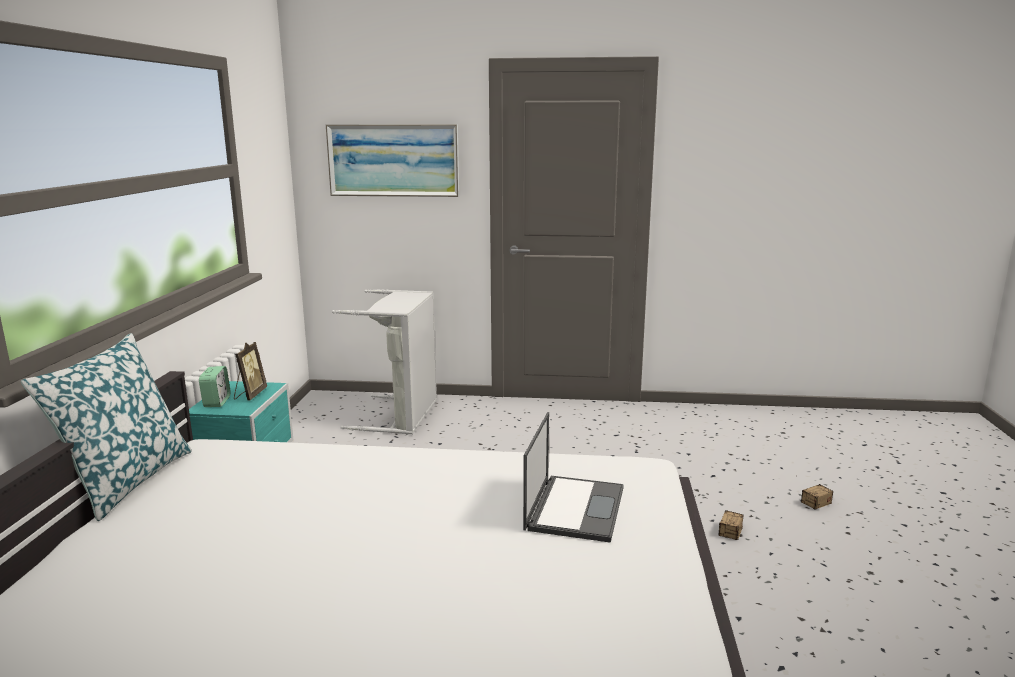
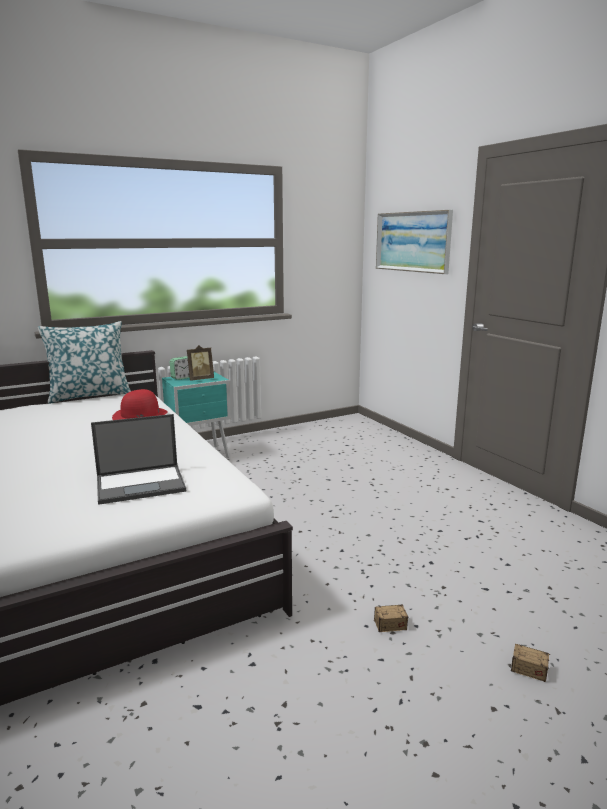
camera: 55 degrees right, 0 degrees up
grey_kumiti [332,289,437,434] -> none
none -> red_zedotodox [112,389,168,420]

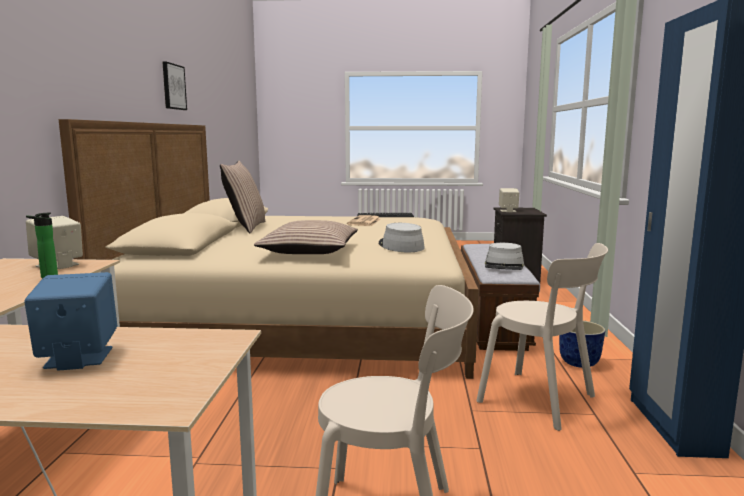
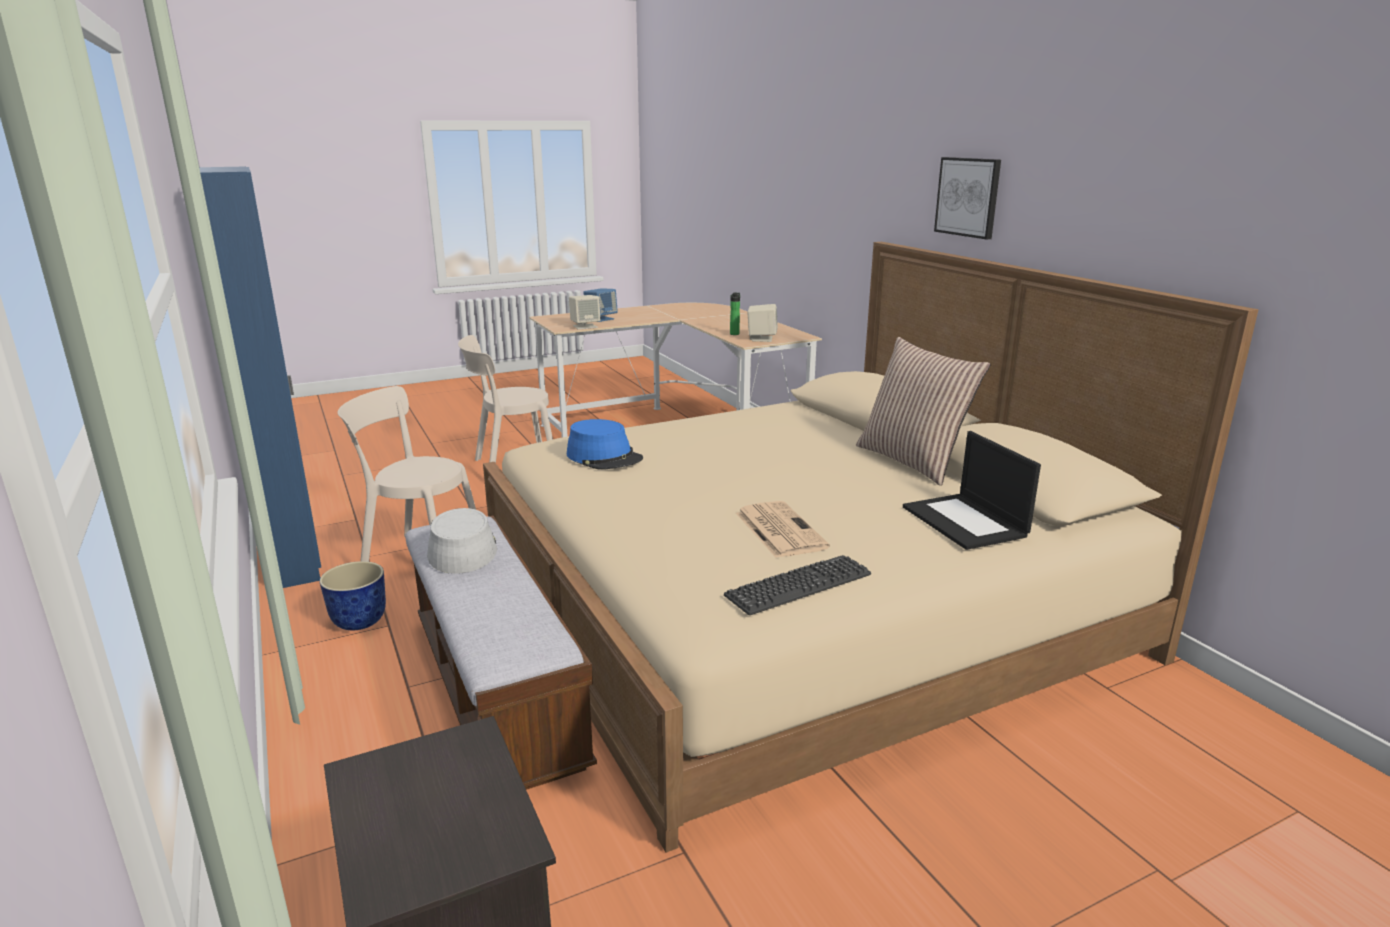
camera: 150 degrees right, 10 degrees up
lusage [254,220,358,254] -> none
none -> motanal [903,431,1041,550]
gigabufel [162,62,187,110] -> gigabufel [934,157,1001,240], shifted
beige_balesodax [499,188,519,212] -> beige_balesodax [569,295,601,330], shifted
grey_zedotodox [379,223,425,252] -> blue_zedotodox [567,419,643,470]

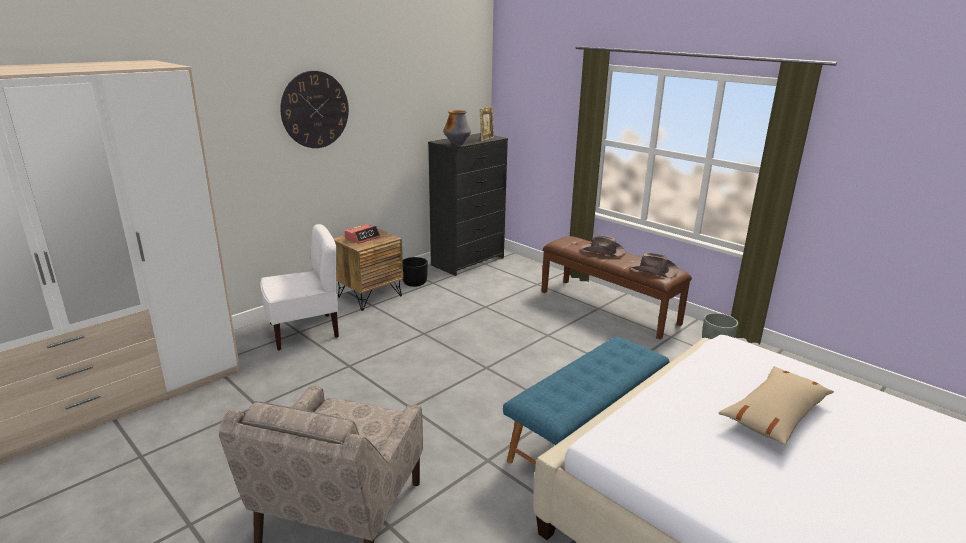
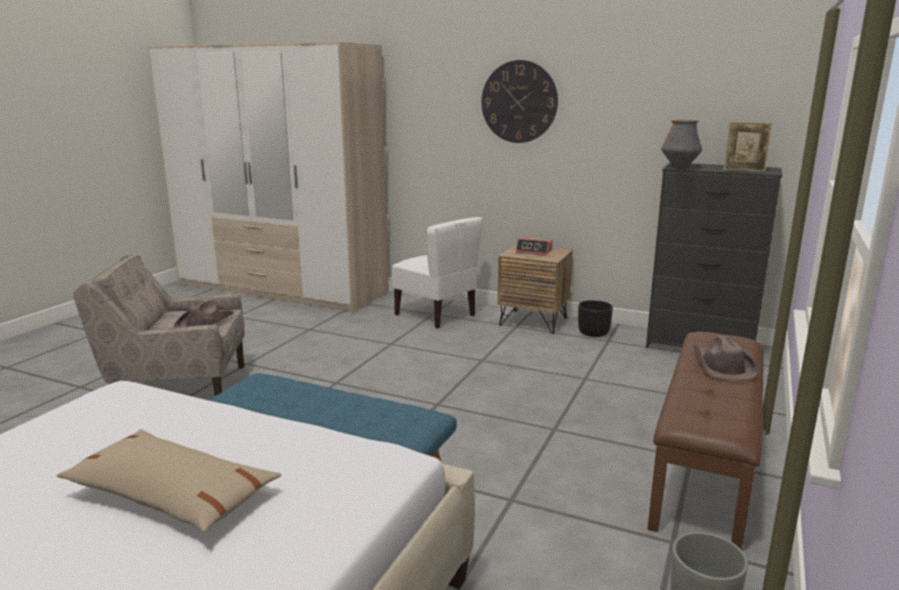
camera: 70 degrees right, 5 degrees down
brown_zedotodox [630,252,679,278] -> brown_zedotodox [173,299,234,328], shifted

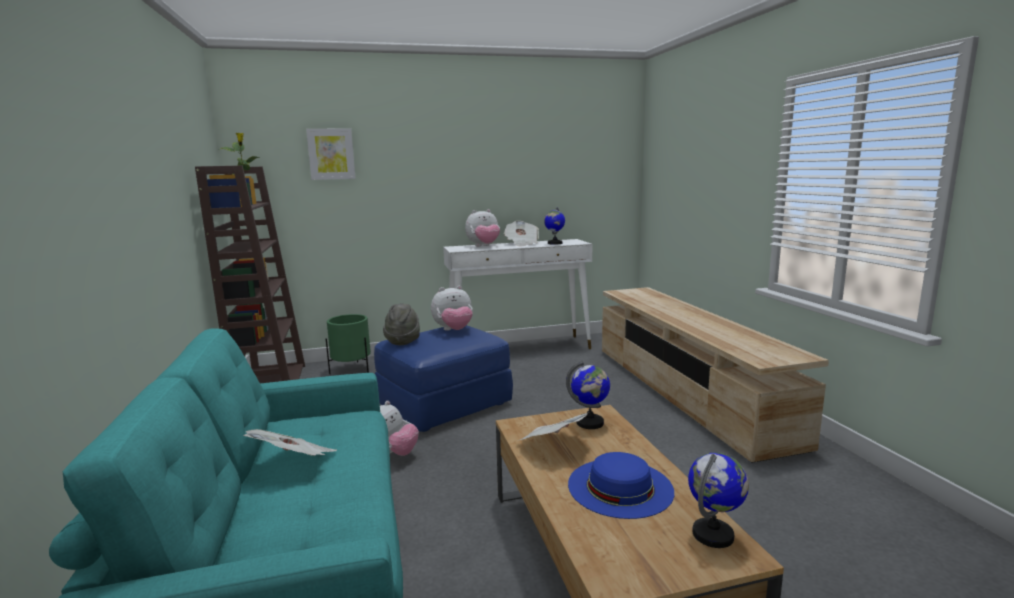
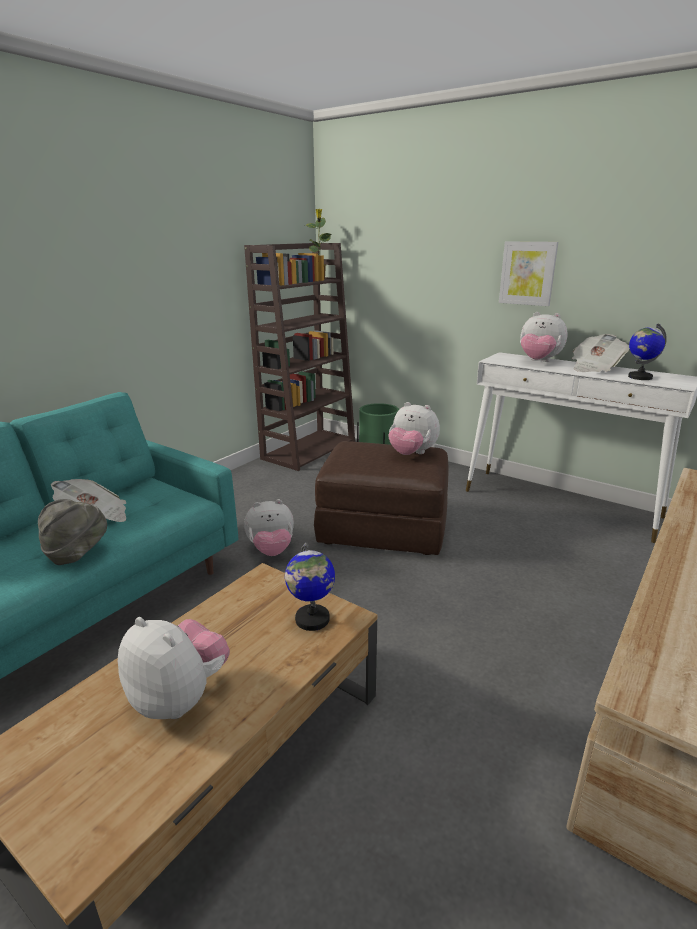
camera: 50 degrees right, 10 degrees up
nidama [517,411,592,441] -> none
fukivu [688,452,749,548] -> none
gigabufel [306,128,356,180] -> gigabufel [499,241,558,306], shifted
grey_zedotodox [383,303,420,345] -> grey_zedotodox [38,499,107,565], shifted
blue_zedotodox [568,452,674,519] -> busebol [118,617,230,719]
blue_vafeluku [374,325,513,432] -> brown_vafeluku [314,441,448,555]

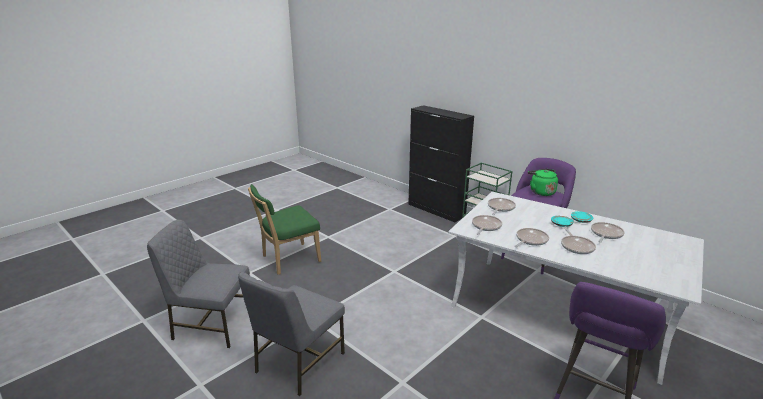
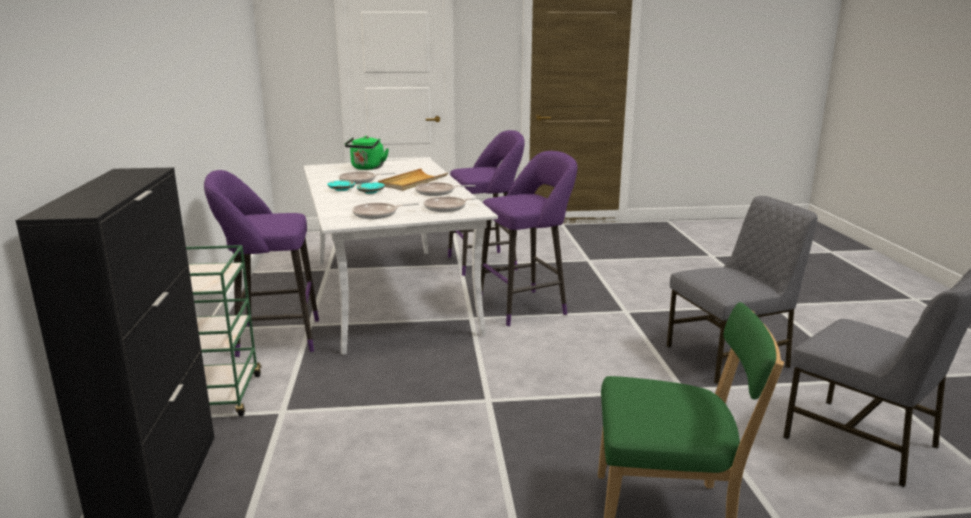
camera: 140 degrees left, 5 degrees down
none -> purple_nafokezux [481,151,577,326]
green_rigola [528,169,558,196] -> green_rigola [344,136,389,170], shifted
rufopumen [561,227,596,254] -> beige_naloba [378,168,448,191]

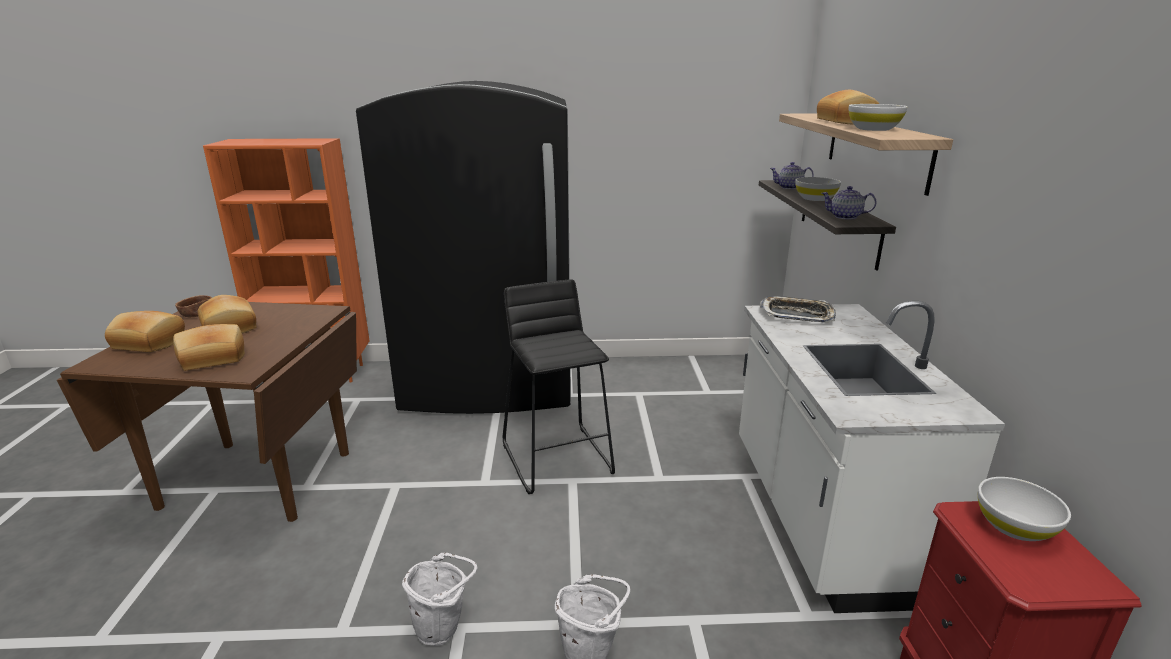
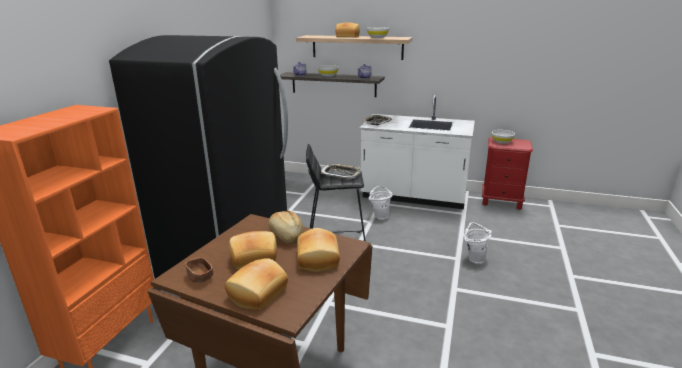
camera: 70 degrees left, 0 degrees up
none -> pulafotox [268,211,303,244]
none -> naloba [321,163,361,179]
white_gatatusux [402,553,477,646] -> white_gatatusux [369,186,393,220], shifted

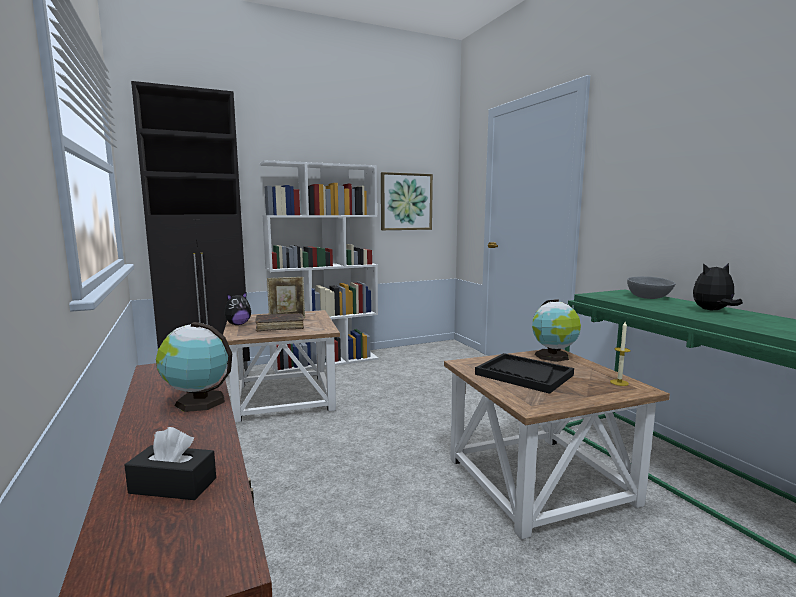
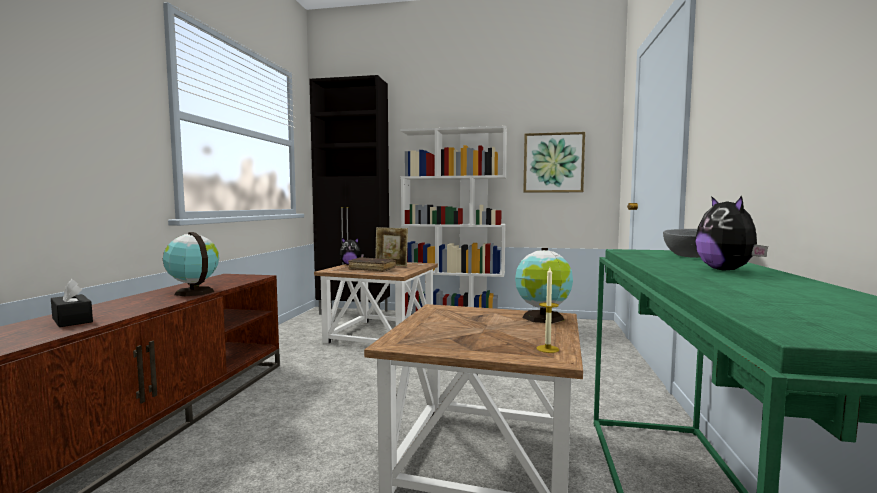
camera: 35 degrees right, 5 degrees down
black_naloba [475,353,574,394] -> none
busebol [693,263,743,310] -> busebol [695,195,768,271], 120 degrees counterclockwise

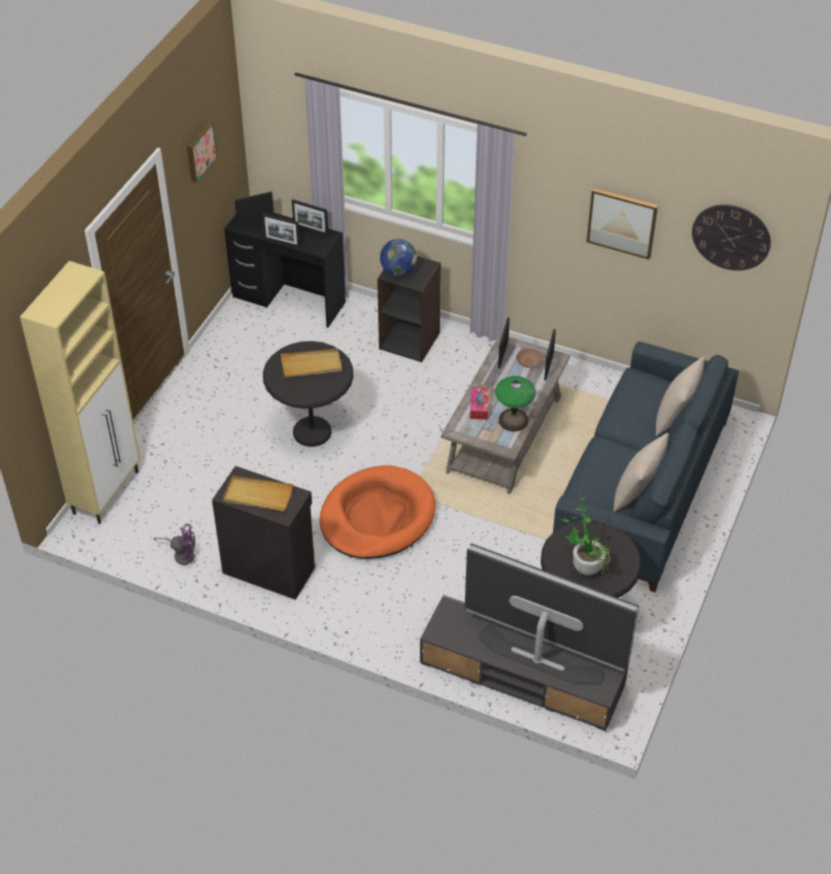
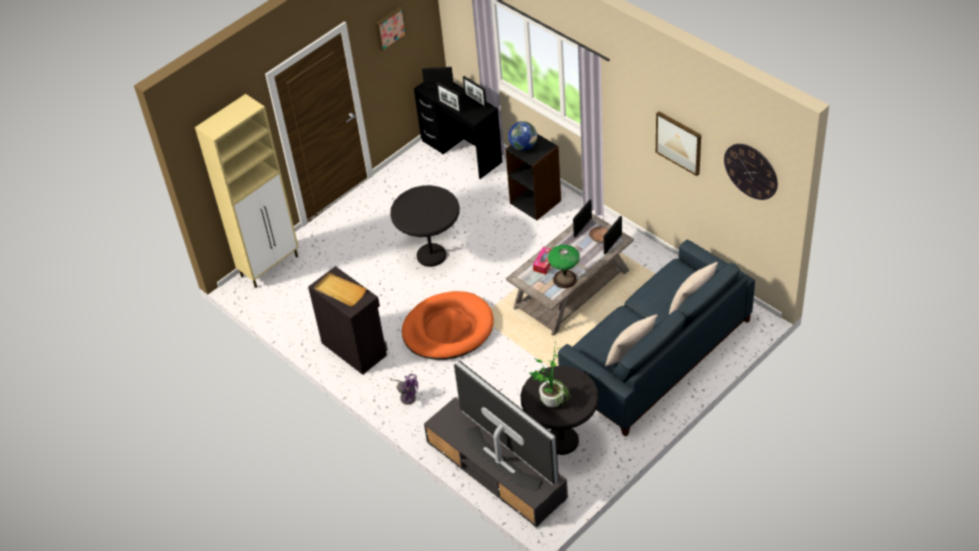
camera: 25 degrees right, 0 degrees up
beige_naloba [281,348,343,378] -> none
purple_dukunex [154,524,196,565] -> purple_dukunex [389,374,418,405], shifted

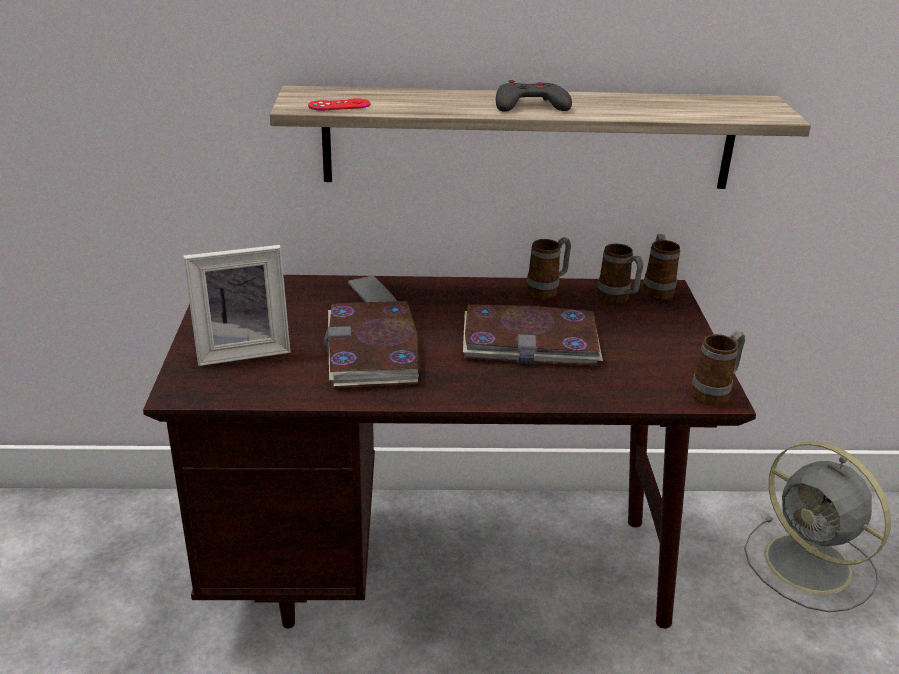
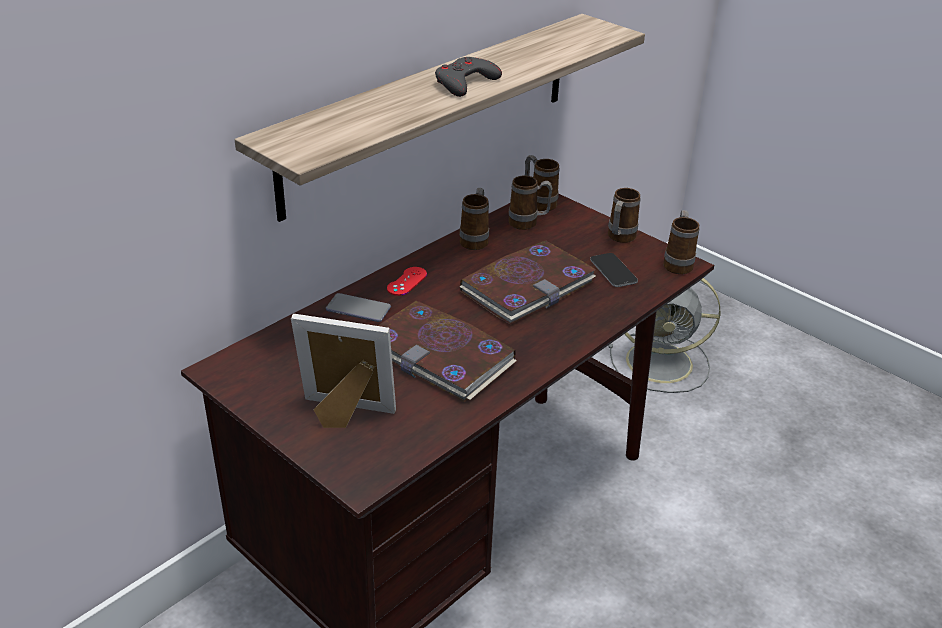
camera: 45 degrees left, 5 degrees up
none -> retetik [590,253,638,287]
none -> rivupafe [608,188,641,243]
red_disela [308,98,370,110] -> red_disela [387,267,427,296], shifted
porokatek [183,245,291,366] -> porokatek [291,314,396,428], 105 degrees counterclockwise

